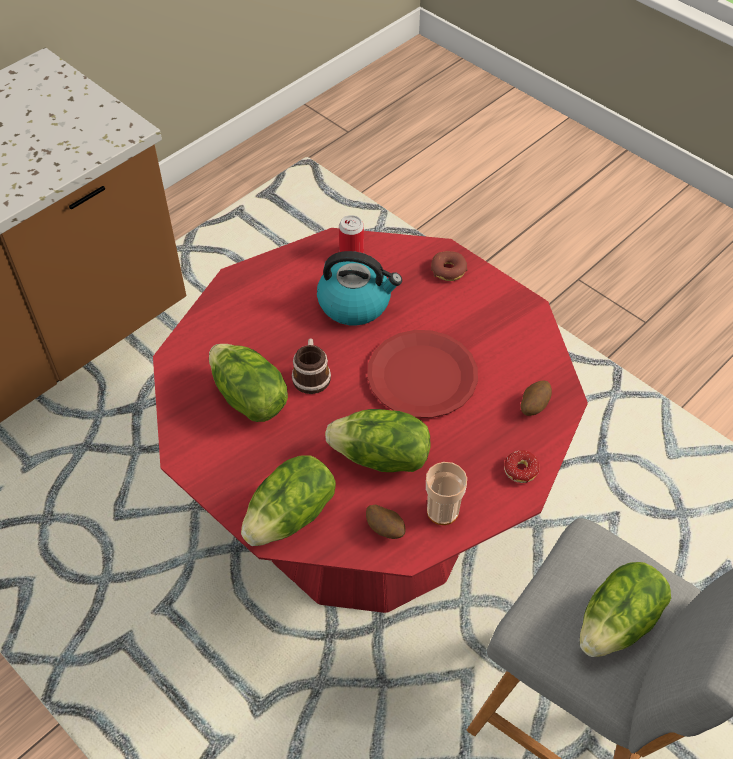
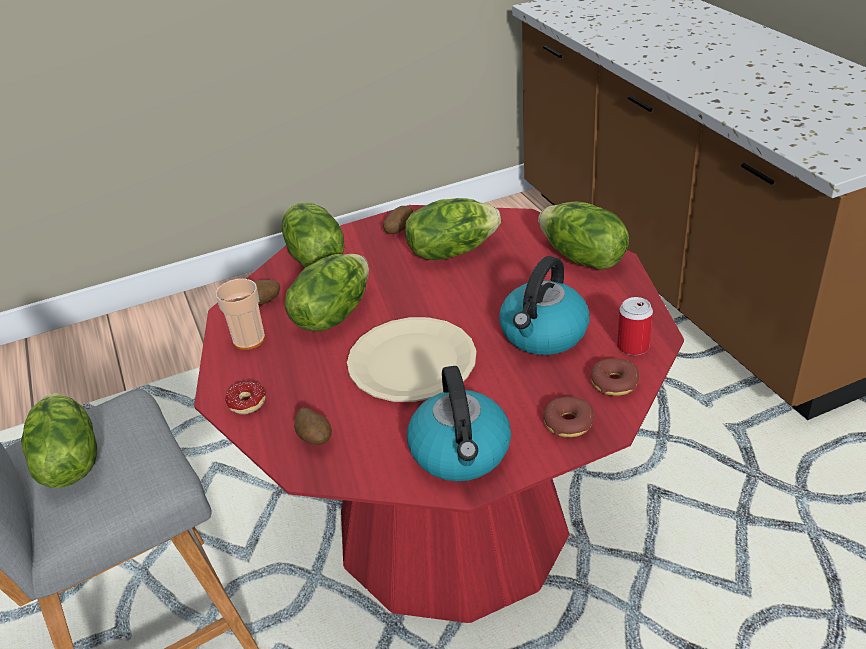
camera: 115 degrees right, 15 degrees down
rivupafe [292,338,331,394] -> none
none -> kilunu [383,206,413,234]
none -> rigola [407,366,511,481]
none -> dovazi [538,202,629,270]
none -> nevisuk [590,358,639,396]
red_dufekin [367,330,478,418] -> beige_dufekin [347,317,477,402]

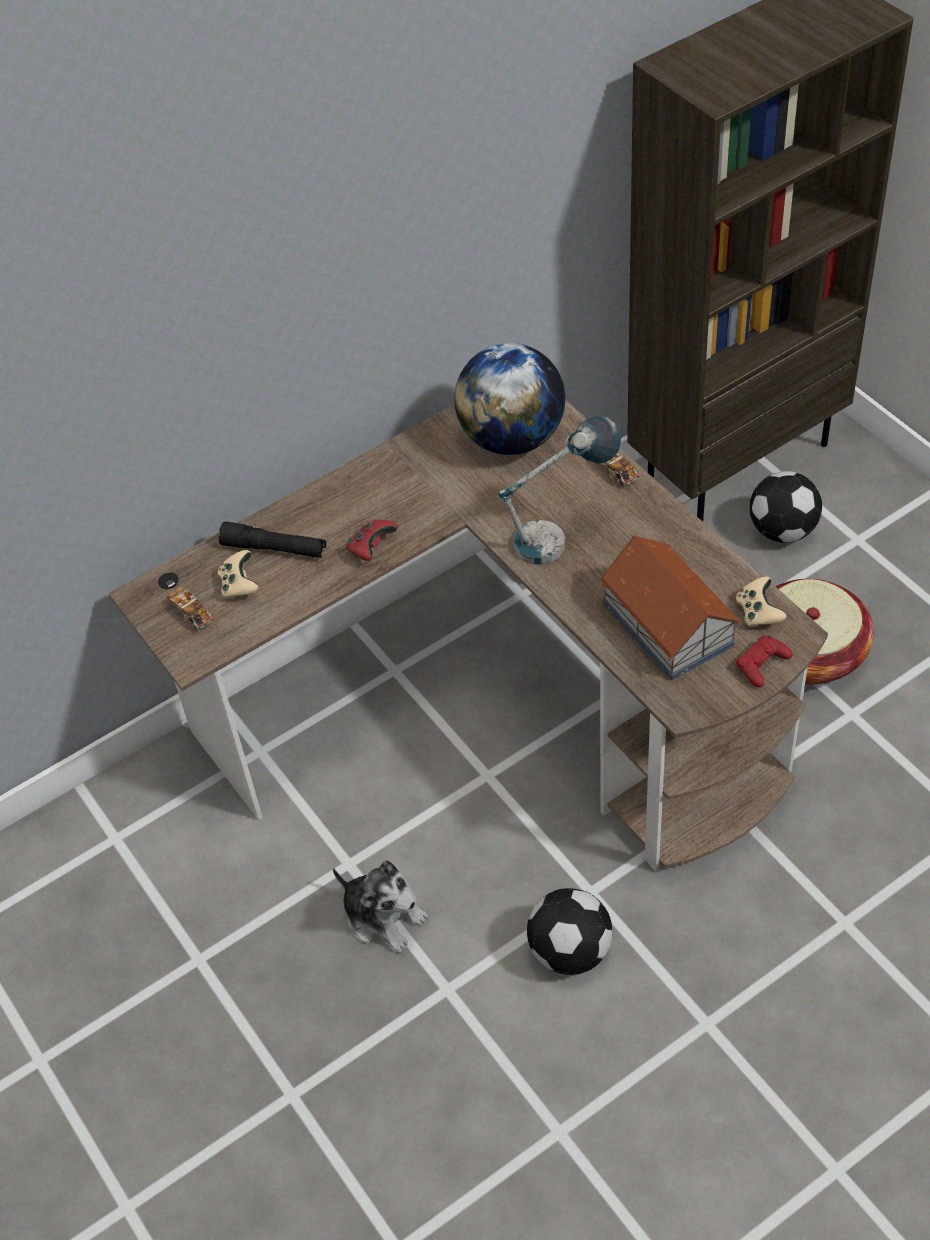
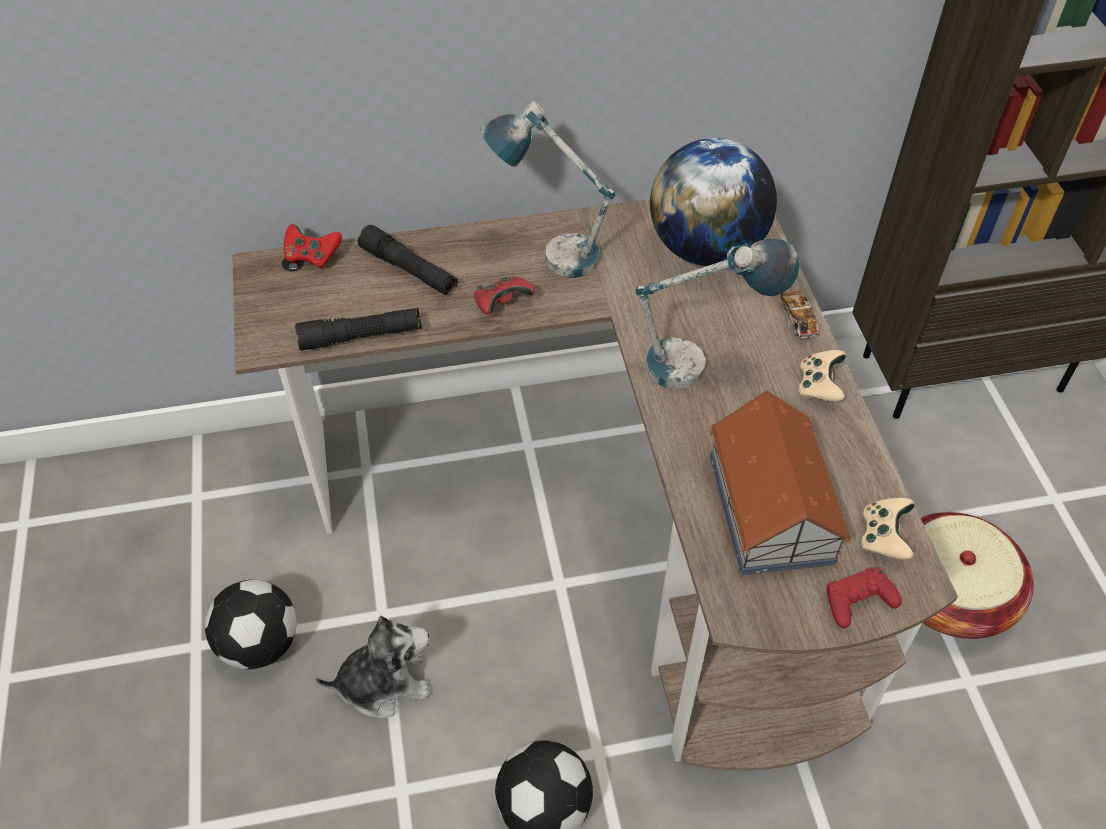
camera: 20 degrees right, 0 degrees up
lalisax [167,587,214,630] -> none
none -> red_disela [284,224,342,269]
none -> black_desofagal [295,308,422,350]
none -> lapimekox [480,102,616,278]
beige_disela [218,550,259,599] -> beige_disela [798,350,846,402], shifted
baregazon [749,471,822,543] -> baregazon [205,579,297,670], shifted
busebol [333,860,428,953] -> busebol [315,616,431,718], 75 degrees counterclockwise

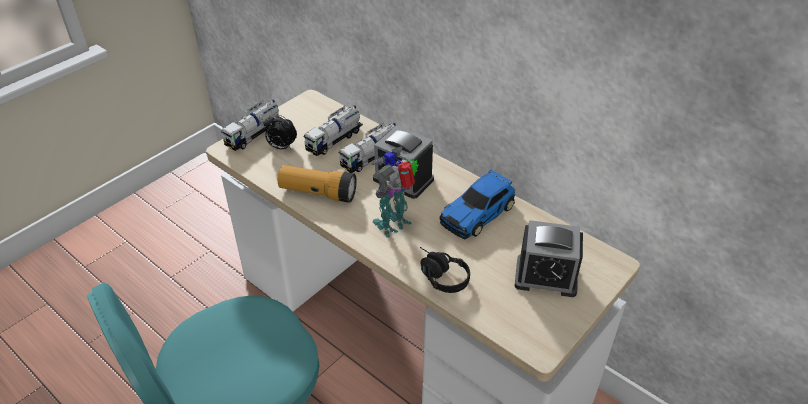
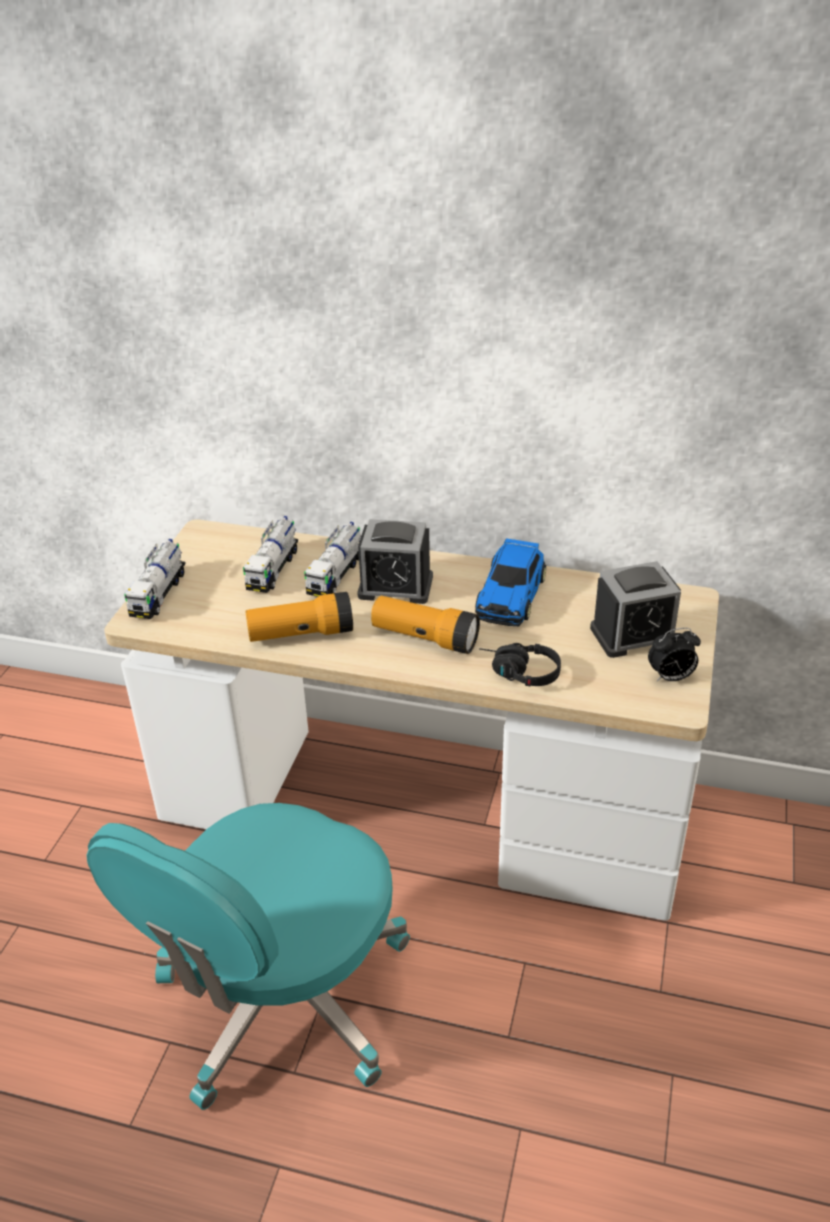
camera: 25 degrees left, 5 degrees down
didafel [263,114,297,150] -> didafel [648,628,701,681], shifted
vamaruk [370,147,419,238] -> desofagal [371,596,480,654]

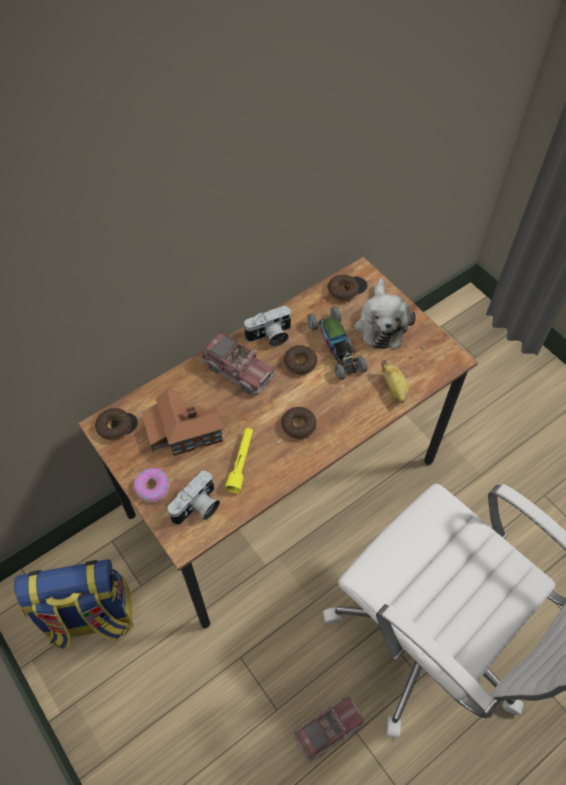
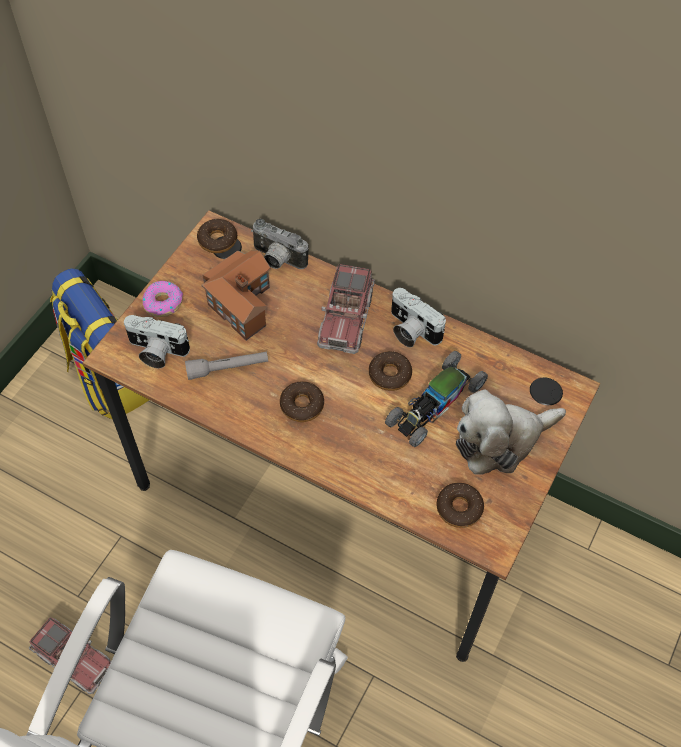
camera: 65 degrees right, 0 degrees up
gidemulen [381,360,409,403] -> none
none -> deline [251,219,309,269]
nevisuk [328,275,359,301] -> nevisuk [437,483,484,528], shifted
yellow_desofagal [225,428,253,493] -> grey_desofagal [185,351,268,380]

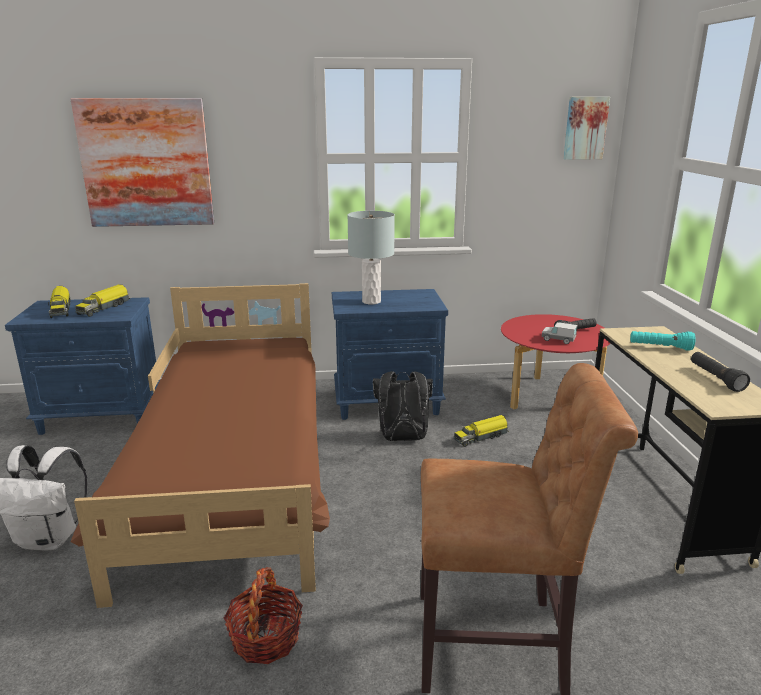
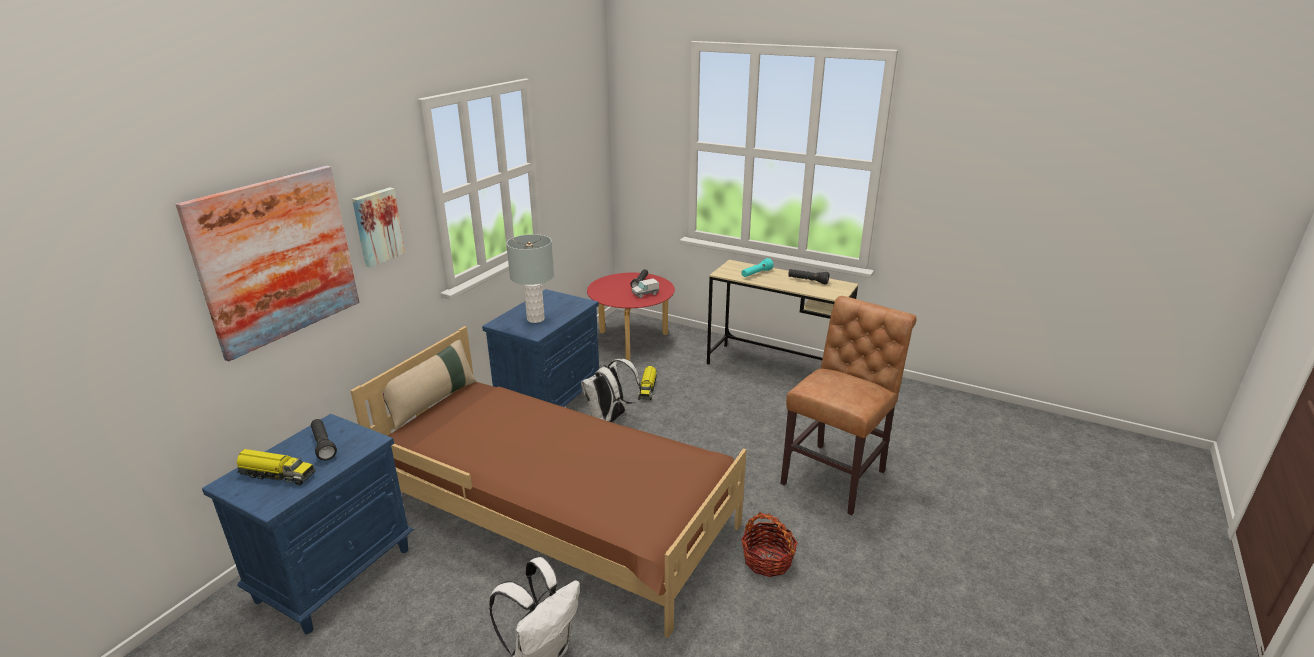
camera: 55 degrees left, 5 degrees up
none -> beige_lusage [382,340,477,431]
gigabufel [563,97,610,160] -> gigabufel [352,187,405,268], shifted
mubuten [75,284,130,317] -> black_desofagal [311,419,337,460]
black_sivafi [373,371,433,441] -> white_sivafi [581,359,641,422]

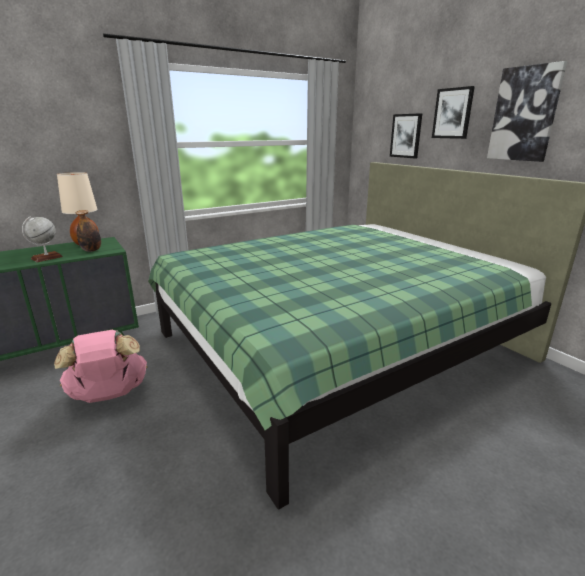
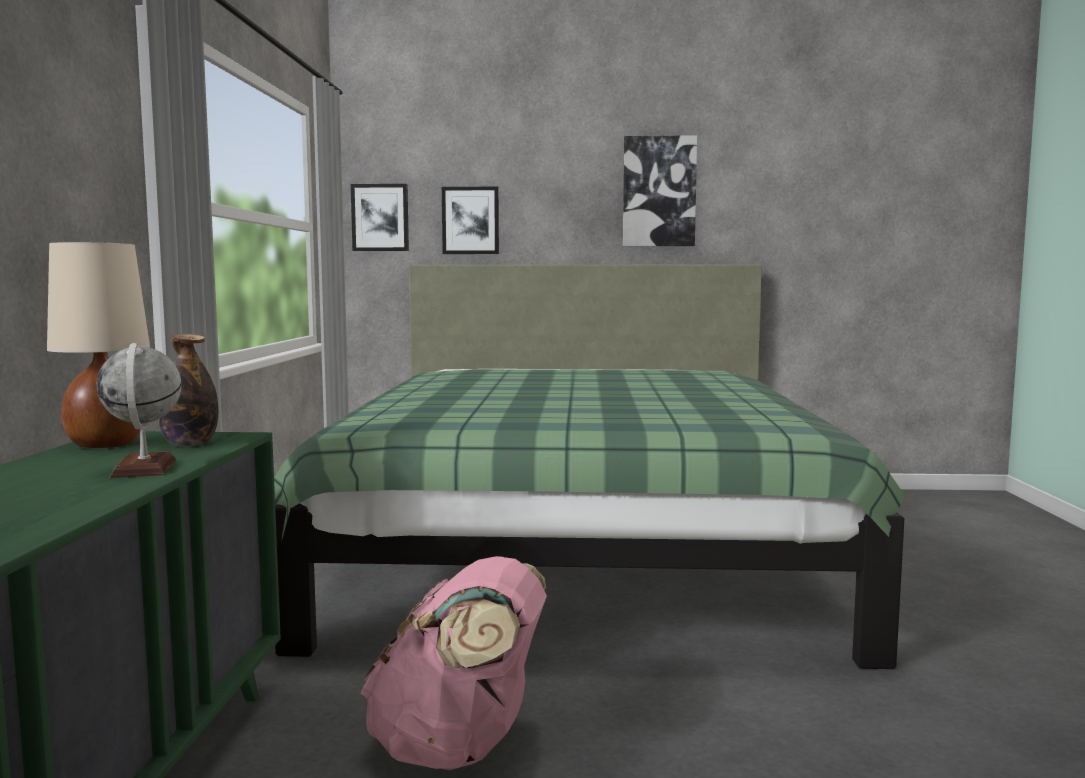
camera: 55 degrees left, 15 degrees down
gigabufel [432,86,475,139] -> gigabufel [351,184,409,251], shifted

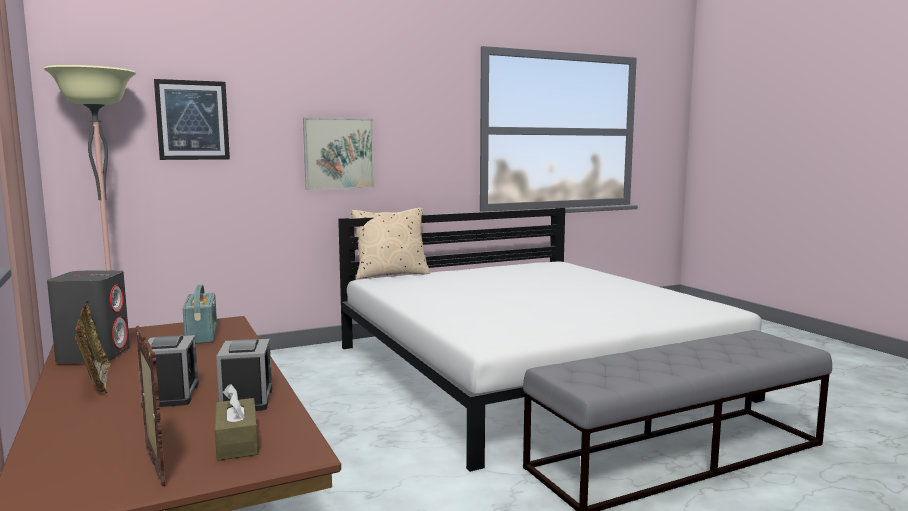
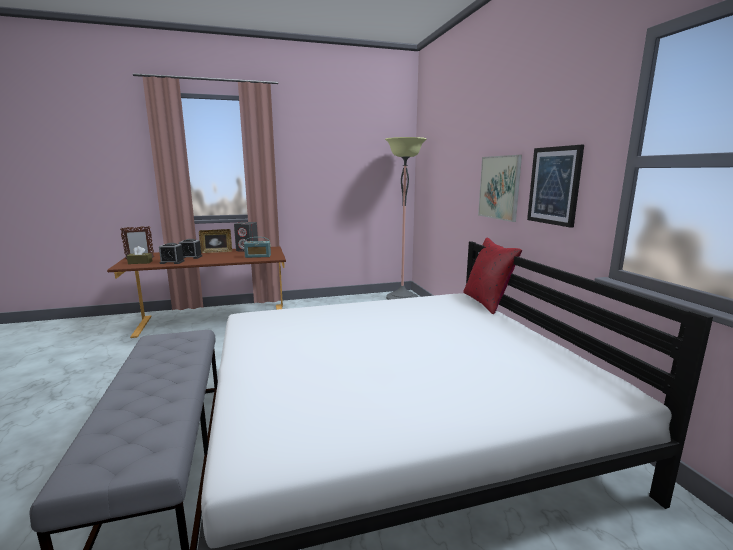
camera: 100 degrees right, 5 degrees up
gigabufel [154,79,230,160] -> gigabufel [527,145,584,228], shifted
beige_lusage [351,208,430,279] -> red_lusage [463,238,522,314]

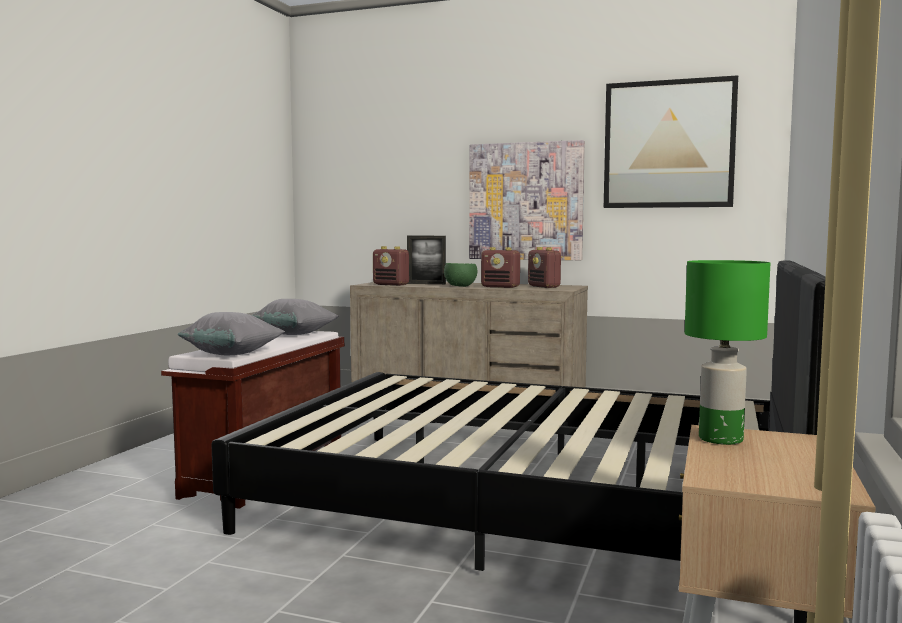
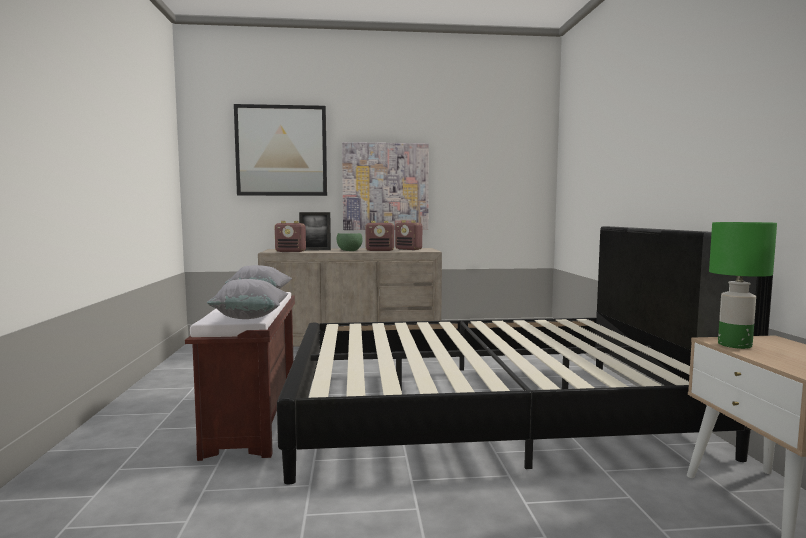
camera: 25 degrees left, 0 degrees up
gigabufel [604,75,738,208] -> gigabufel [234,104,327,196], shifted

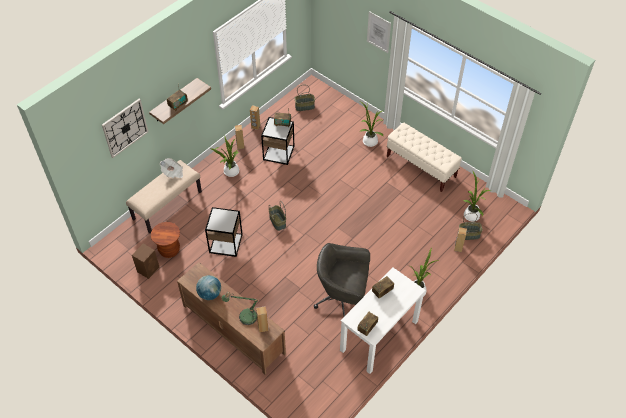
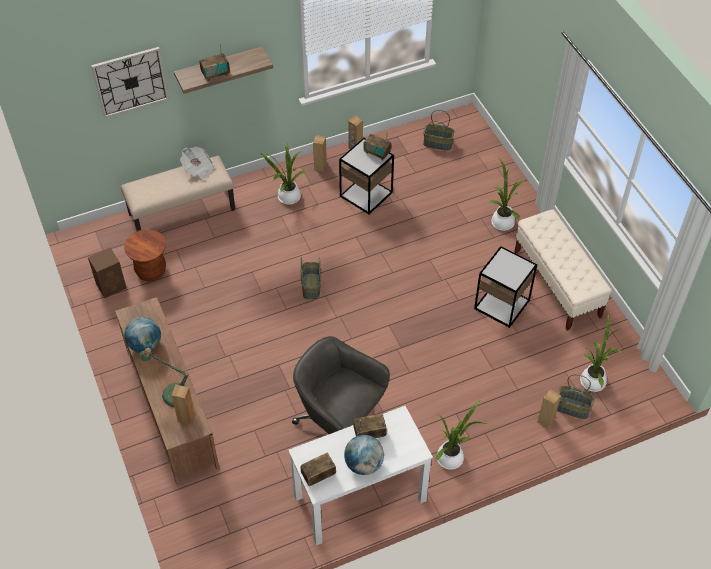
camera: 25 degrees right, 0 degrees up
gigabufel [367,11,391,53] -> none
none -> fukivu [344,435,384,475]
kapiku [205,207,243,257] -> kapiku [474,246,537,328], shifted

